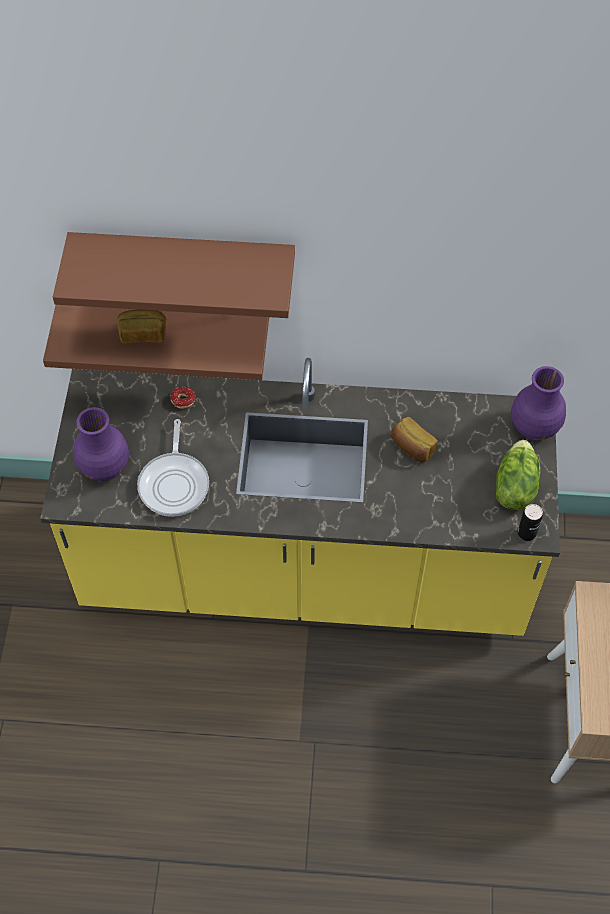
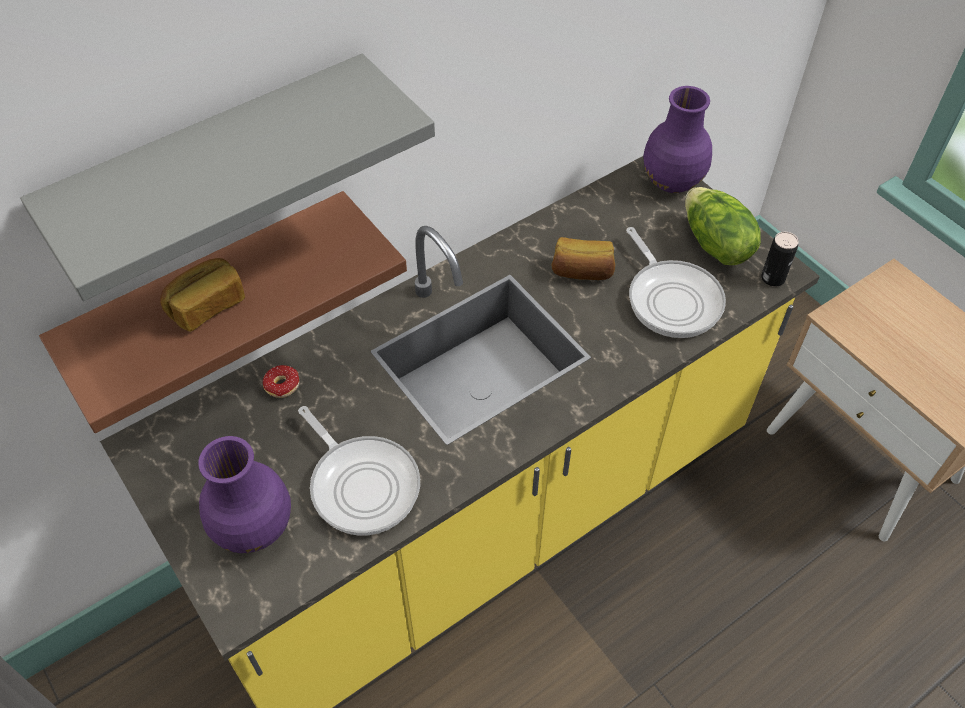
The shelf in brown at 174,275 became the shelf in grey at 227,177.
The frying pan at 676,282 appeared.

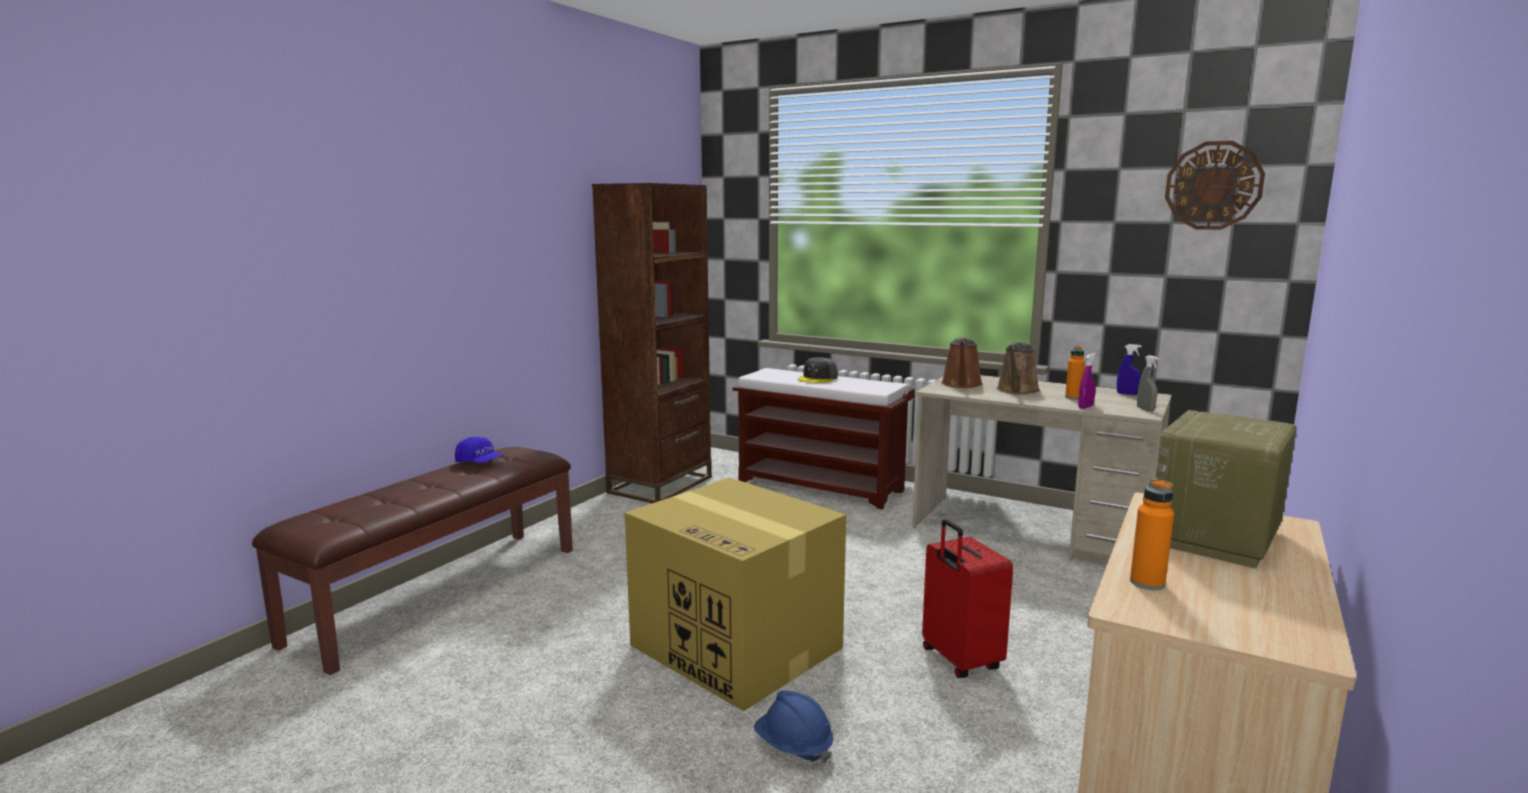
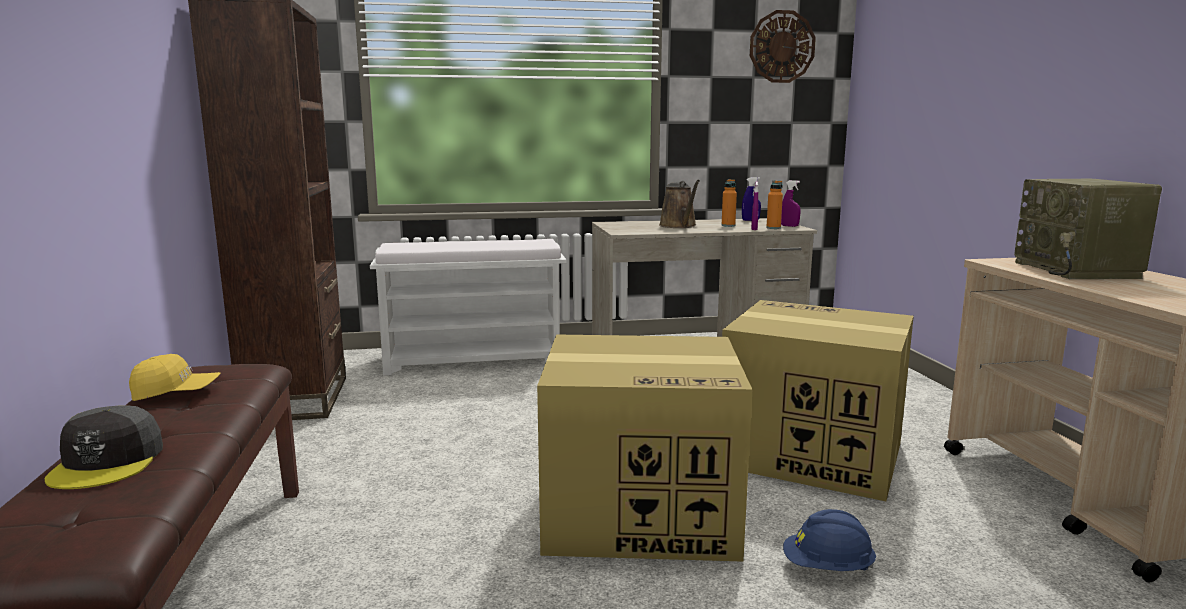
The cap in grey moved from 818,370 to 104,447.
The cap in blue at 479,450 became the cap in yellow at 175,377.
The bench in brown at 824,438 became the bench in white at 468,307.
The suitcase in red at 967,598 was replaced by the cardboard box at 818,400.
The bottle in orange moved from 1152,534 to 774,204.
The spray bottle in grey at 1148,383 became the spray bottle in purple at 791,203.
The watering can in brown at 962,363 disappeared.

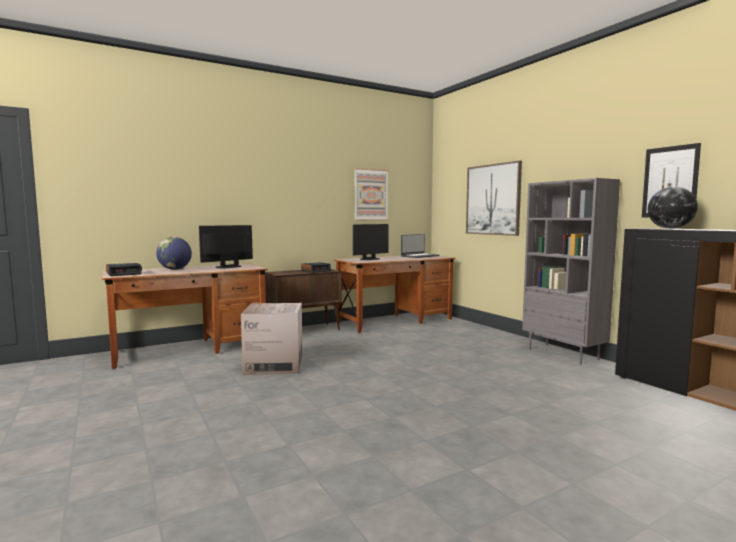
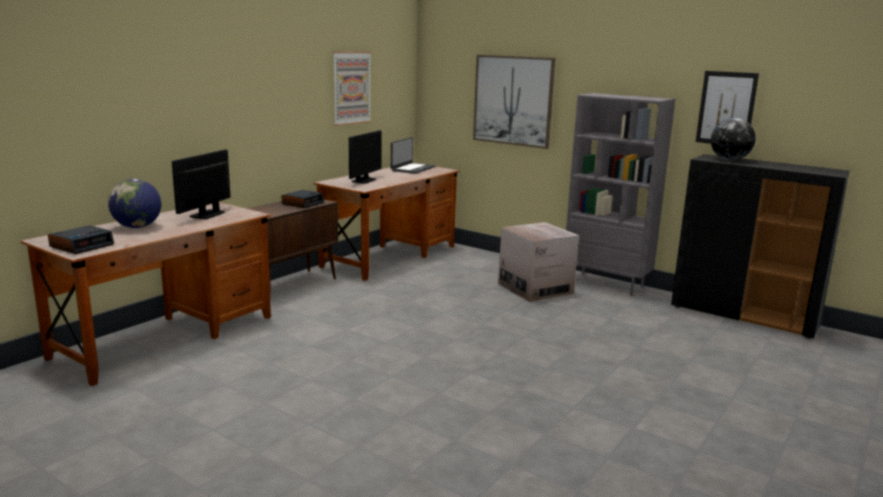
The cardboard box moved from 272,339 to 538,262.

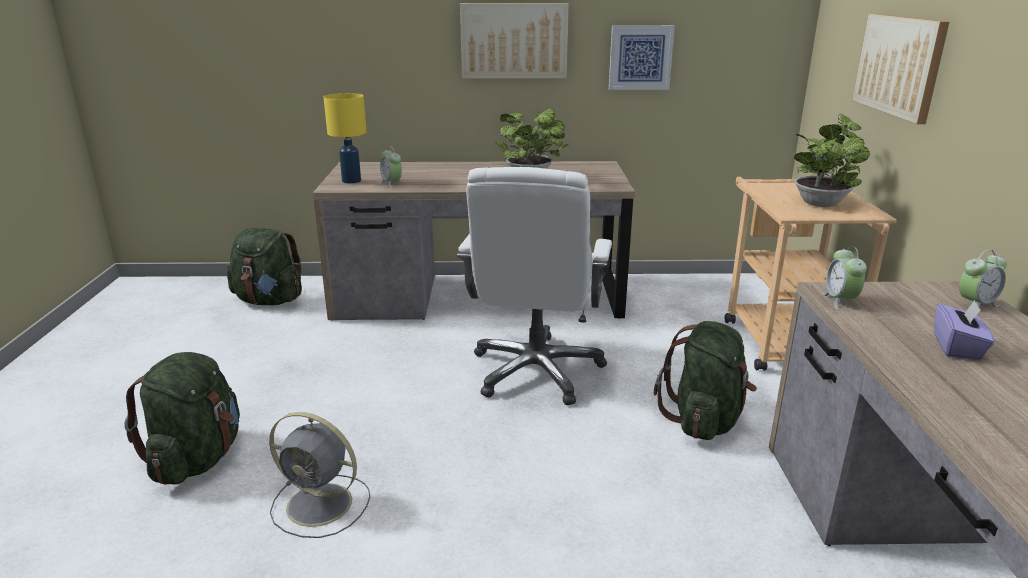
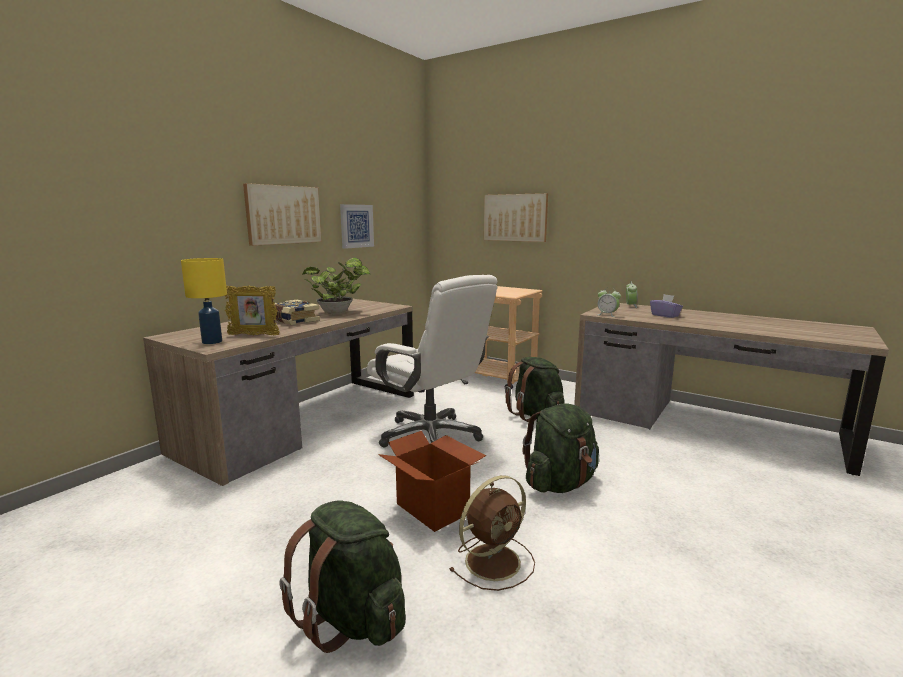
The alarm clock at 391,167 was replaced by the picture frame at 252,310.
The book at 297,312 appeared.
The cardboard box at 432,481 appeared.
The fan in grey at 319,475 became the fan in brown at 492,533.
The backpack in green moved from 264,266 to 561,448.
The potted plant at 831,160 disappeared.

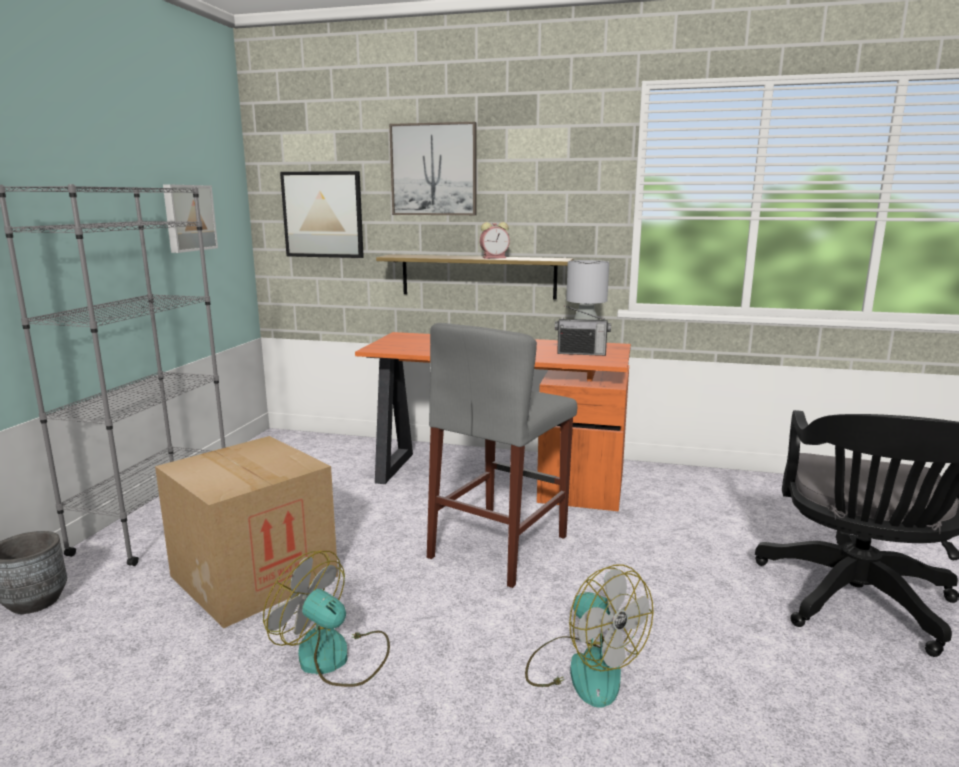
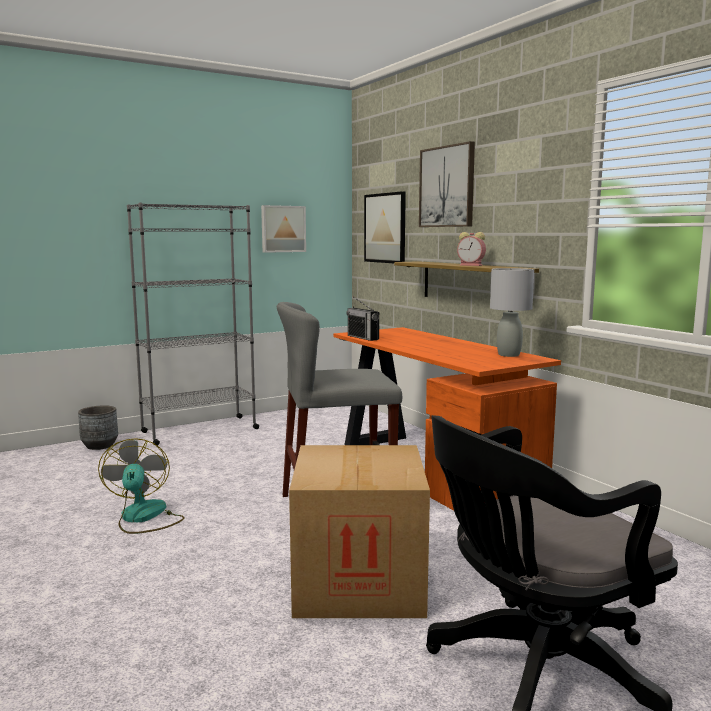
The cardboard box moved from 246,532 to 359,531.
The radio moved from 583,330 to 362,318.
The fan at 589,636 disappeared.

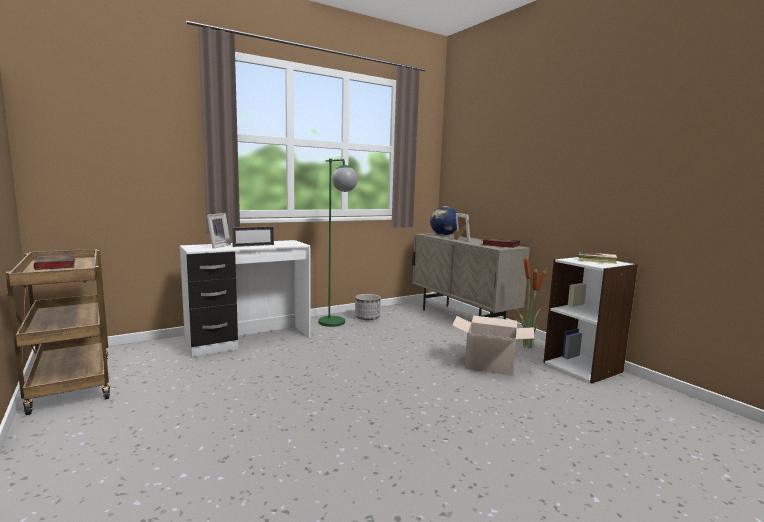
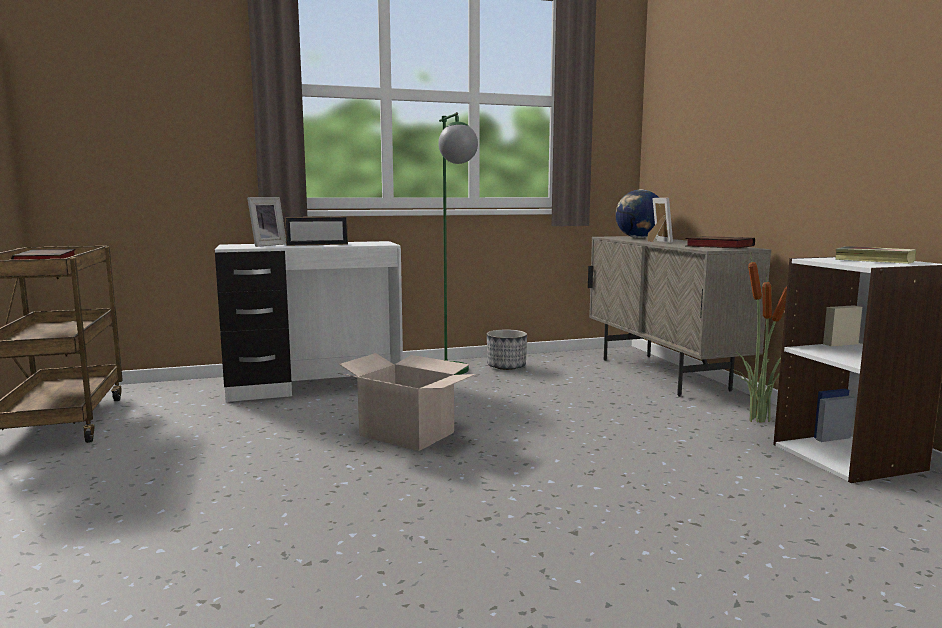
The cardboard box moved from 493,346 to 407,402.

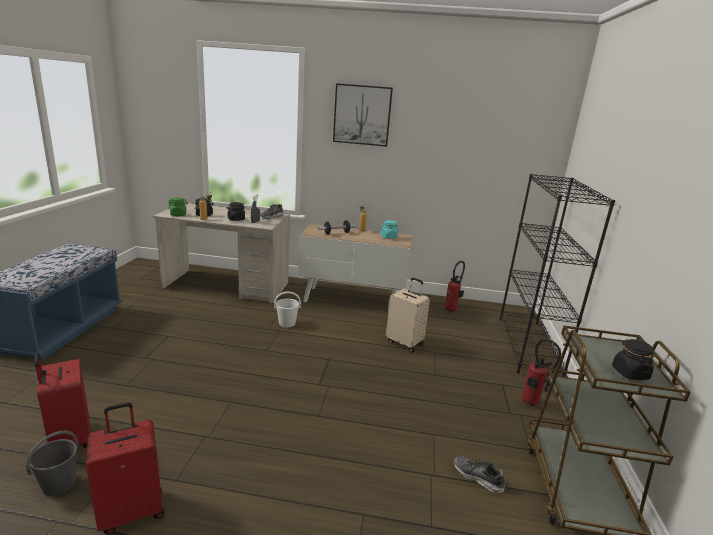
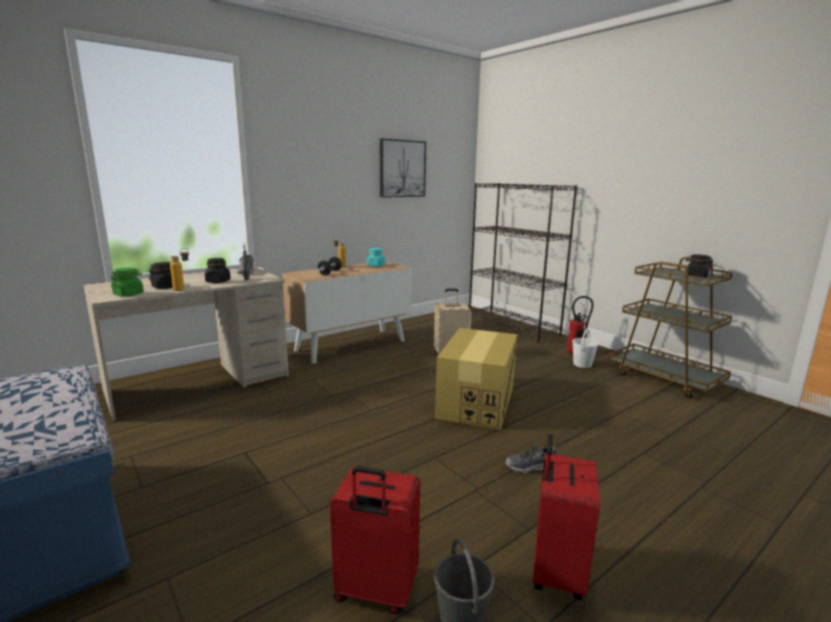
The picture moved from 363,115 to 403,167.
The cardboard box at 476,379 appeared.
The shoe moved from 479,474 to 531,459.
The bucket in white moved from 287,309 to 585,348.
The fire extinguisher at 455,286 disappeared.

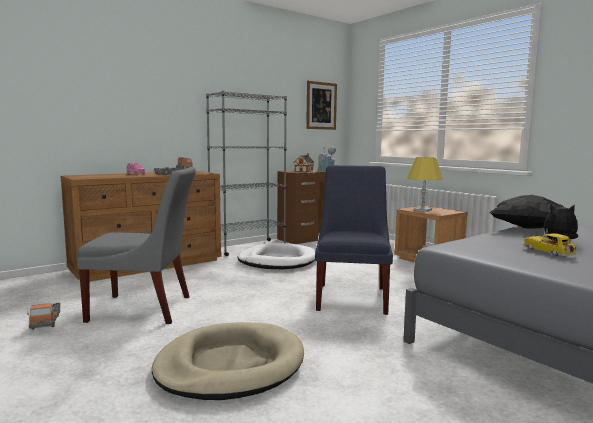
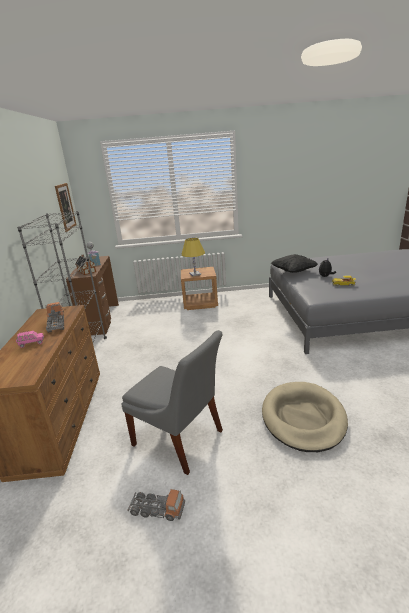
The chair in grey at 136,245 turned 90 degrees clockwise.
The dog bed in white at 277,256 disappeared.
The chair in blue at 354,240 disappeared.

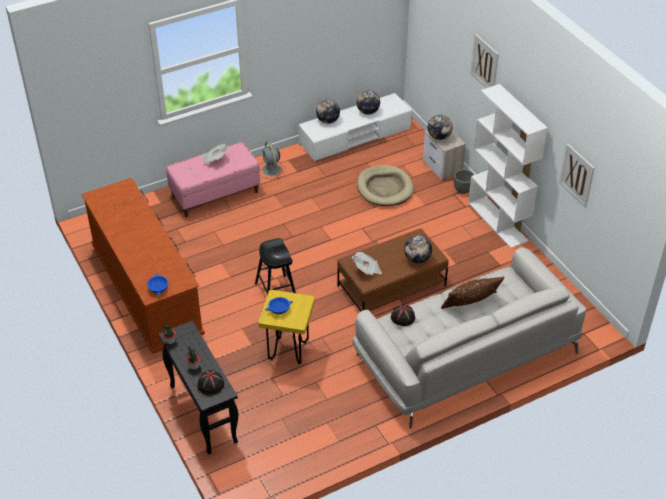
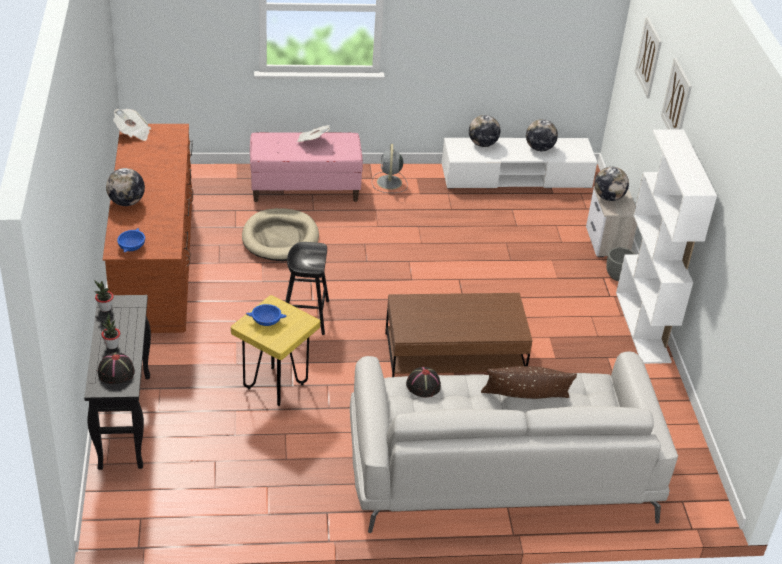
The globe moved from 418,249 to 125,187.
The newspaper moved from 367,263 to 132,125.
The dog bed in beige moved from 385,185 to 280,234.
The picture moved from 576,176 to 648,57.

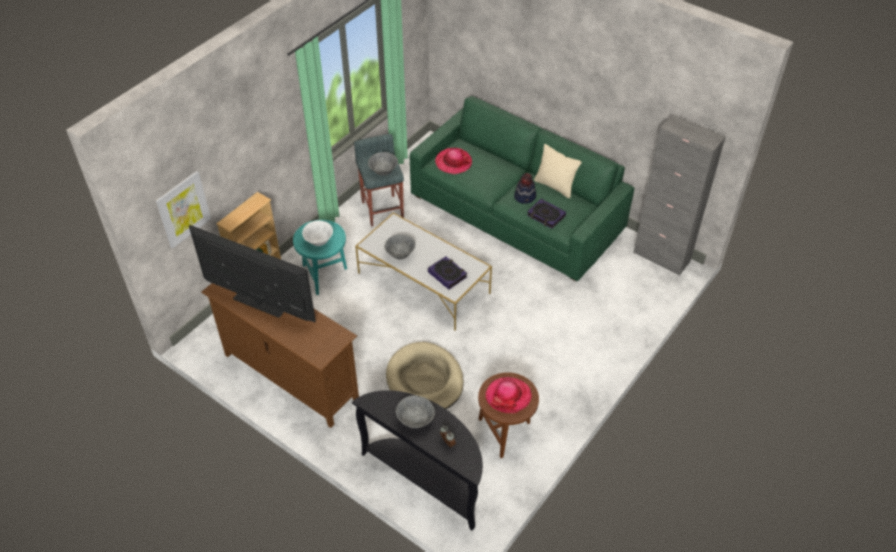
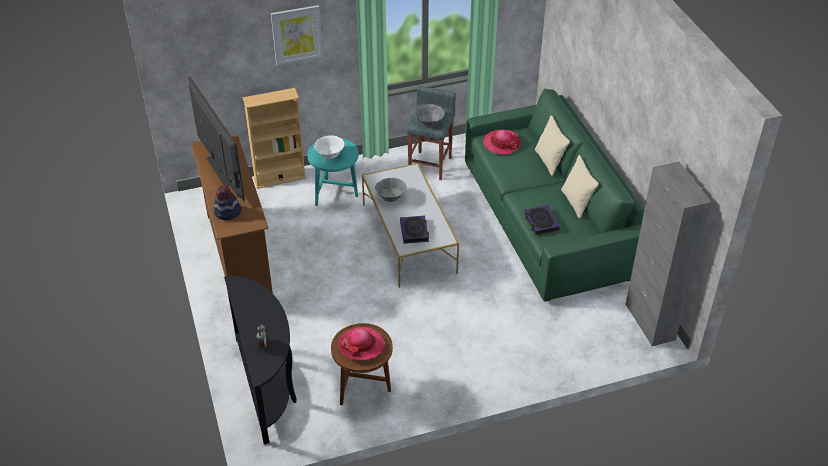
The hat moved from 525,188 to 228,202.
The picture moved from 183,210 to 297,35.
The pillow in beige at 552,145 appeared.
The dog bed in beige at 425,375 disappeared.
The bowl in grey at 415,411 disappeared.

